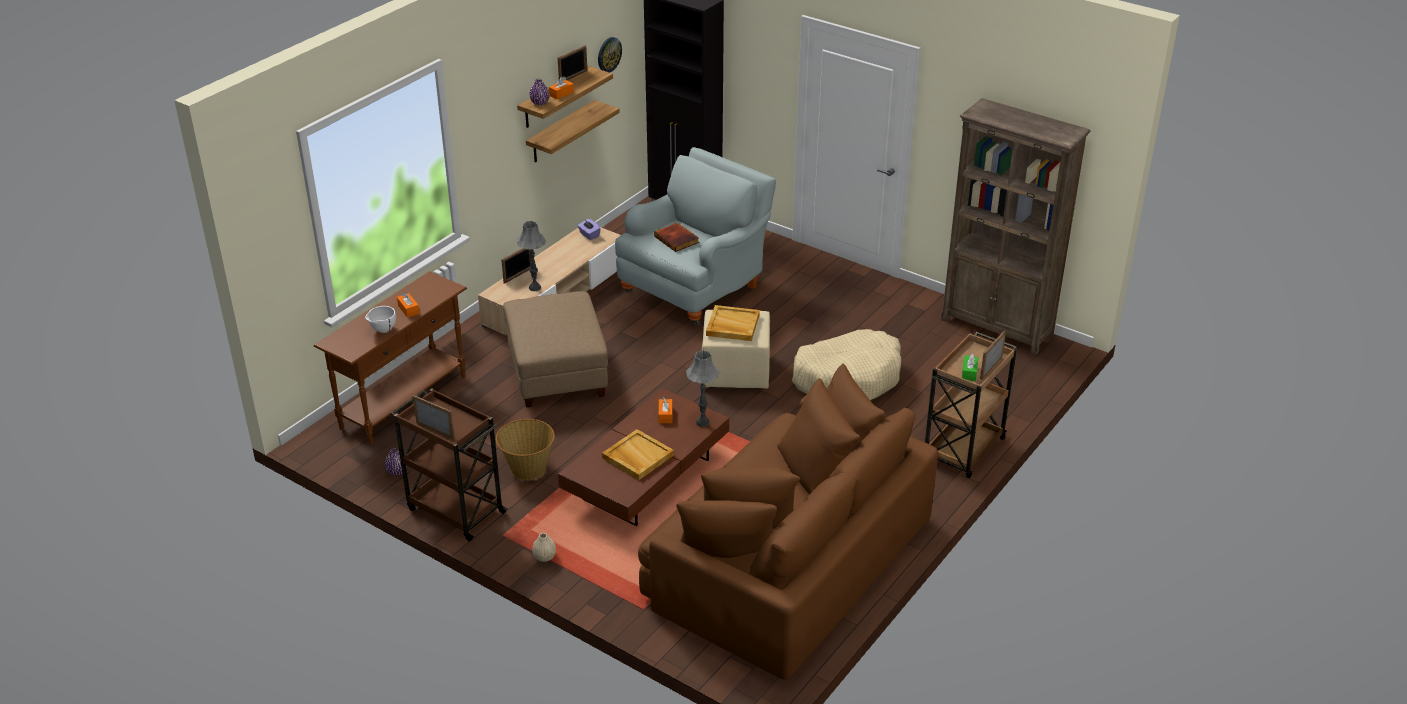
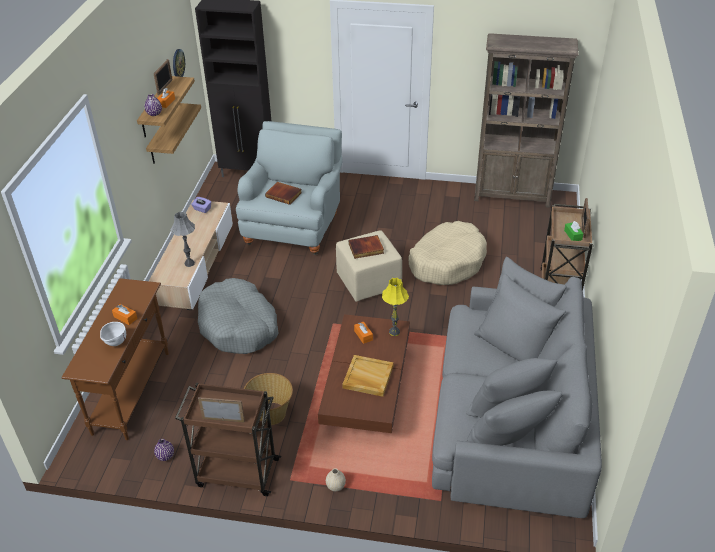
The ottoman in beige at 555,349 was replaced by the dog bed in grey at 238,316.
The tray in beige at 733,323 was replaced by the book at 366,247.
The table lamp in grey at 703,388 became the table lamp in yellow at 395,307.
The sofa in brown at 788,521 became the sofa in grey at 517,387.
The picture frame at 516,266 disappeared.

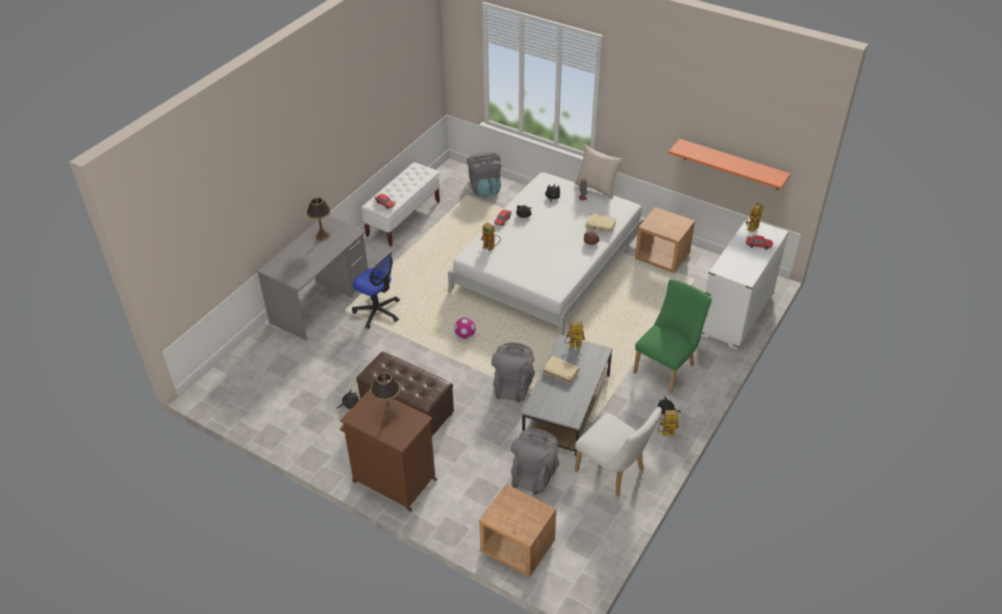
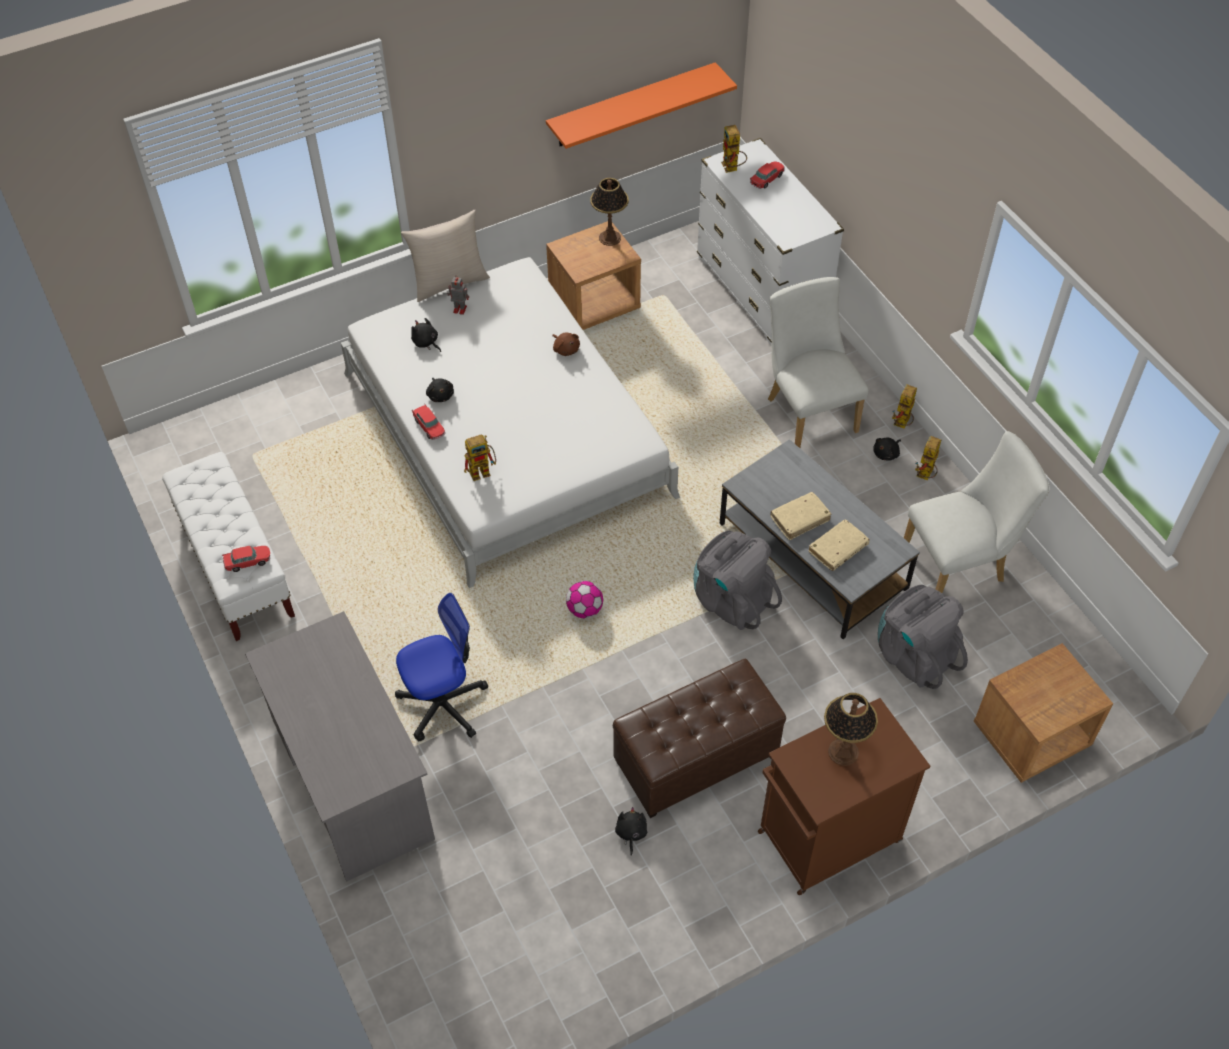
The table lamp moved from 318,219 to 609,212.
The chair in green at 672,336 became the chair in white at 818,362.
The book in beige moved from 601,223 to 839,545.
The toy robot moved from 575,334 to 904,406.
The backpack in grey at 484,174 disappeared.

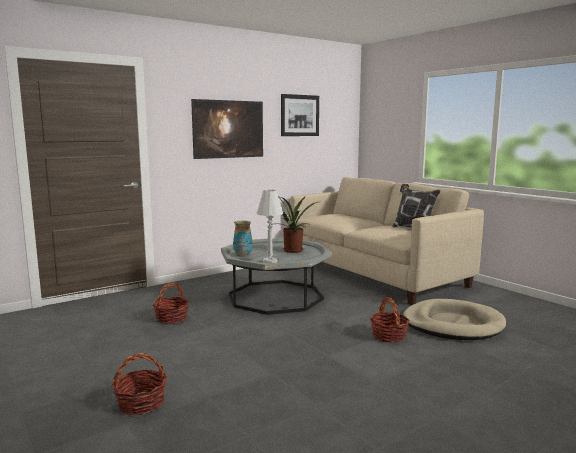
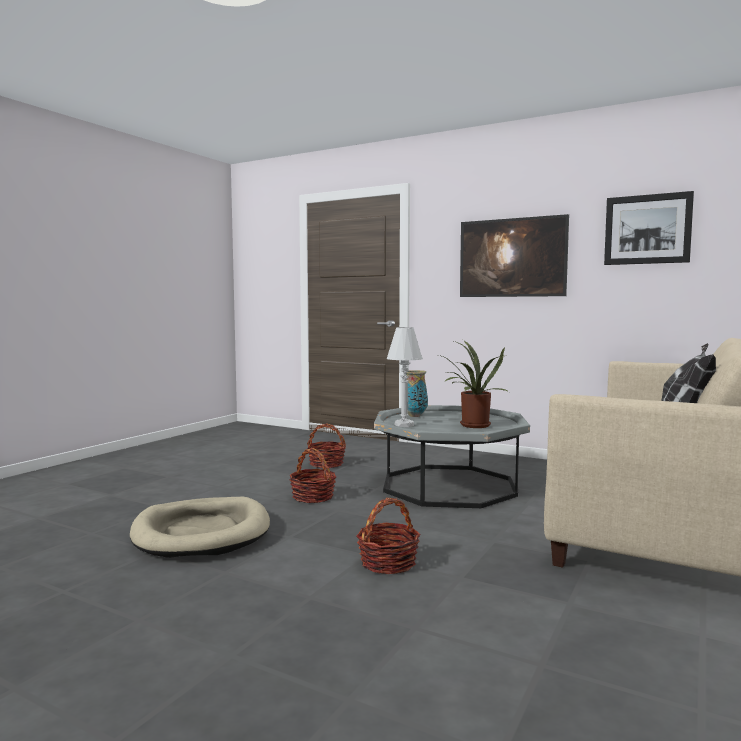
The dog bed in beige moved from 454,319 to 200,527.
The basket moved from 139,384 to 313,475.

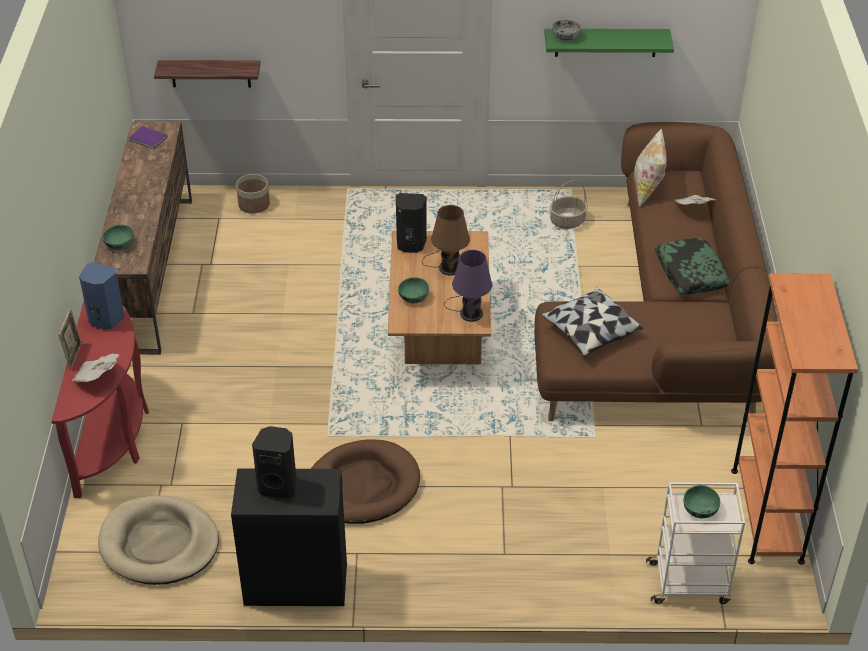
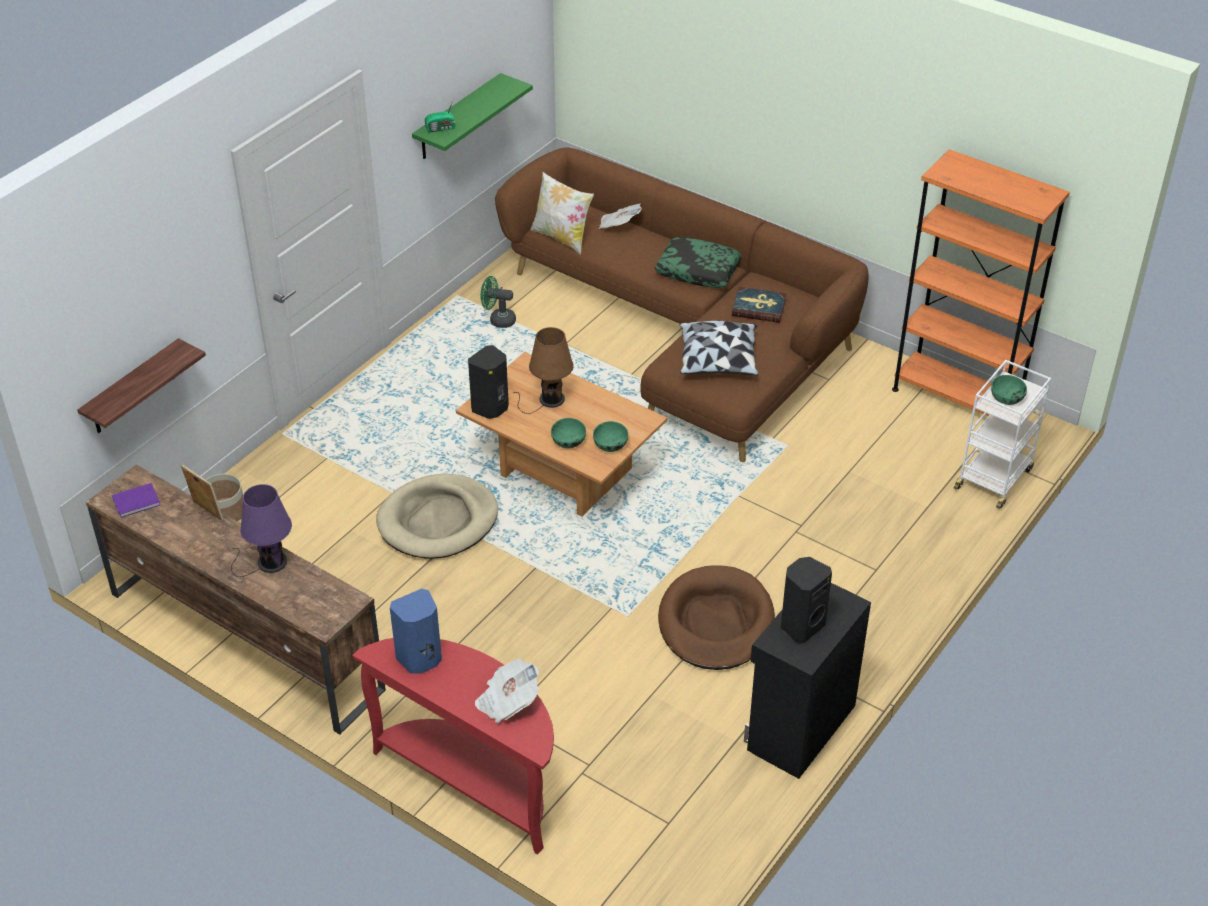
The picture frame moved from 70,339 to 202,492.
The table lamp in purple moved from 468,286 to 261,530.
The dog bed in beige moved from 158,540 to 437,516.
The bowl in grey at 566,30 was replaced by the radio at 440,115.
The basket at 569,204 was replaced by the fan in green at 498,302.
The bowl in green moved from 118,237 to 610,436.
The book at 759,305 appeared.

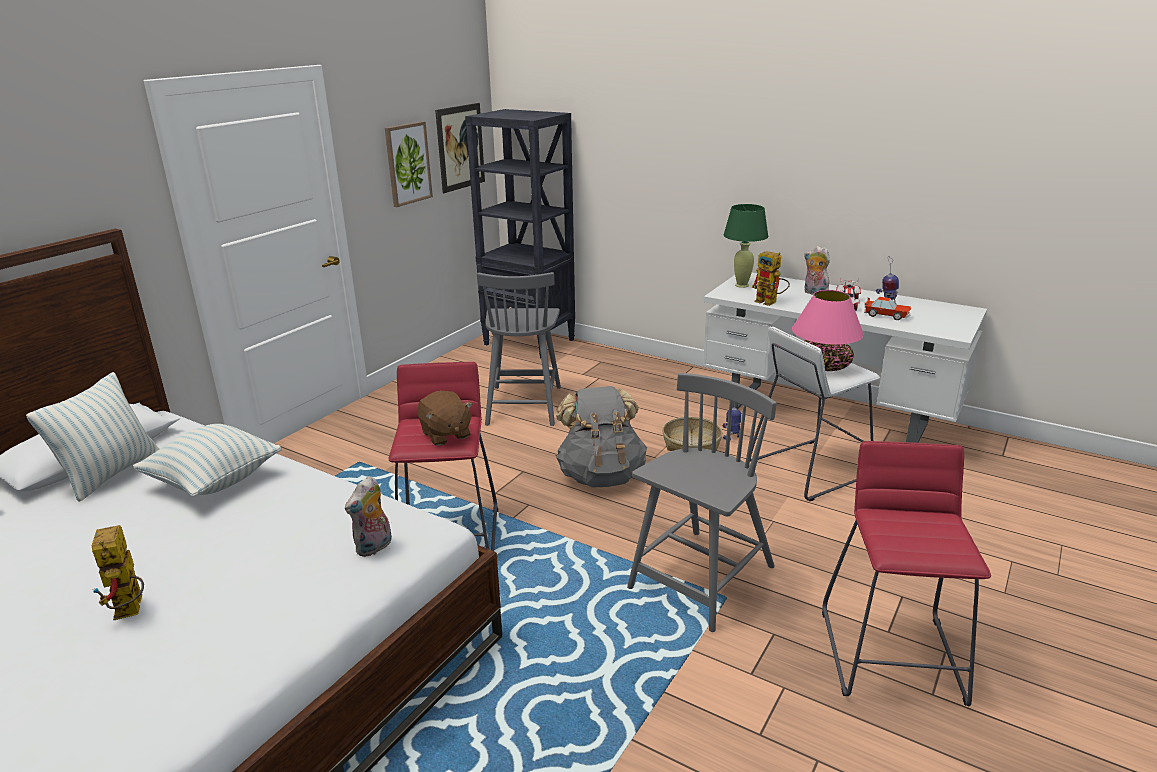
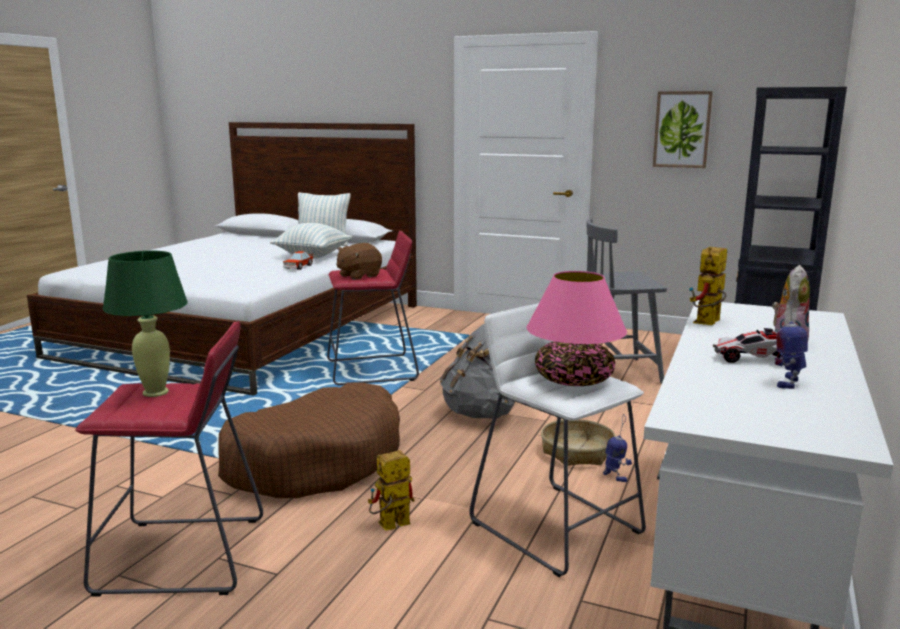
The table lamp in green moved from 745,246 to 145,324.
The chair in grey at 702,502 was replaced by the dog bed in brown at 309,440.
The toy car moved from 887,308 to 298,260.
The toy robot moved from 118,572 to 391,490.
The plush toy at 368,516 disappeared.
The picture at 460,148 disappeared.

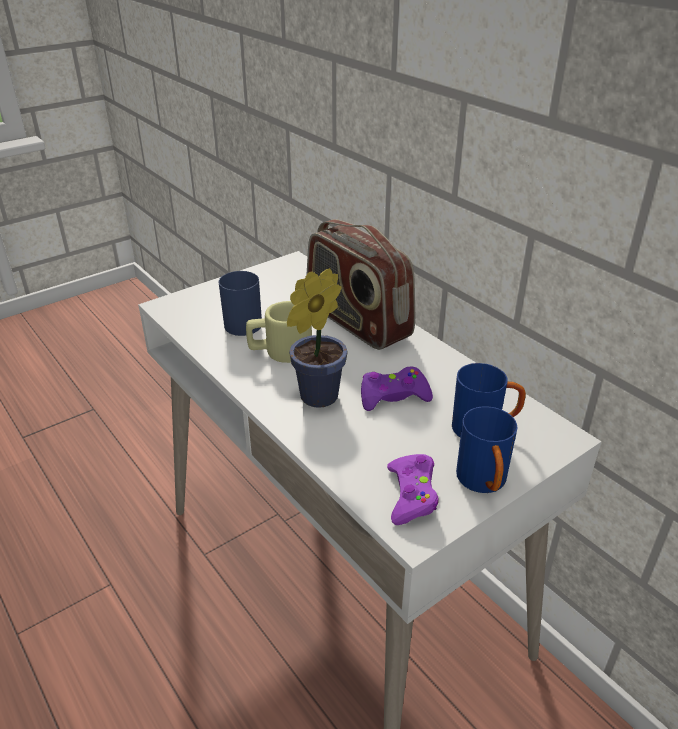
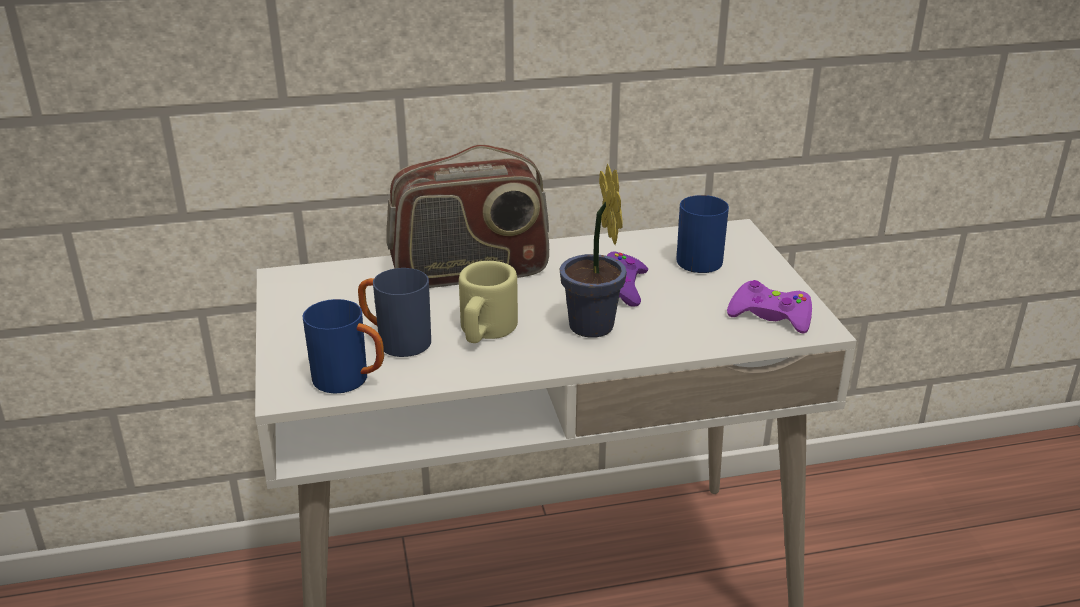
The mug in blue moved from 487,449 to 343,346.

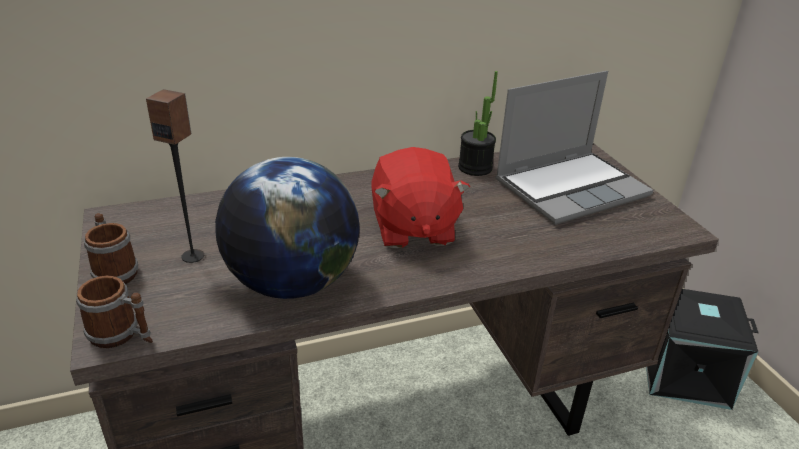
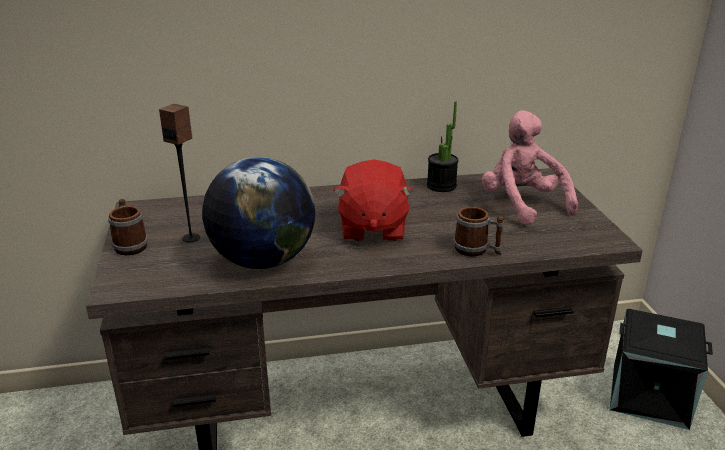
The mug moved from 114,312 to 478,231.
The laptop at 574,148 was replaced by the plush toy in pink at 530,167.

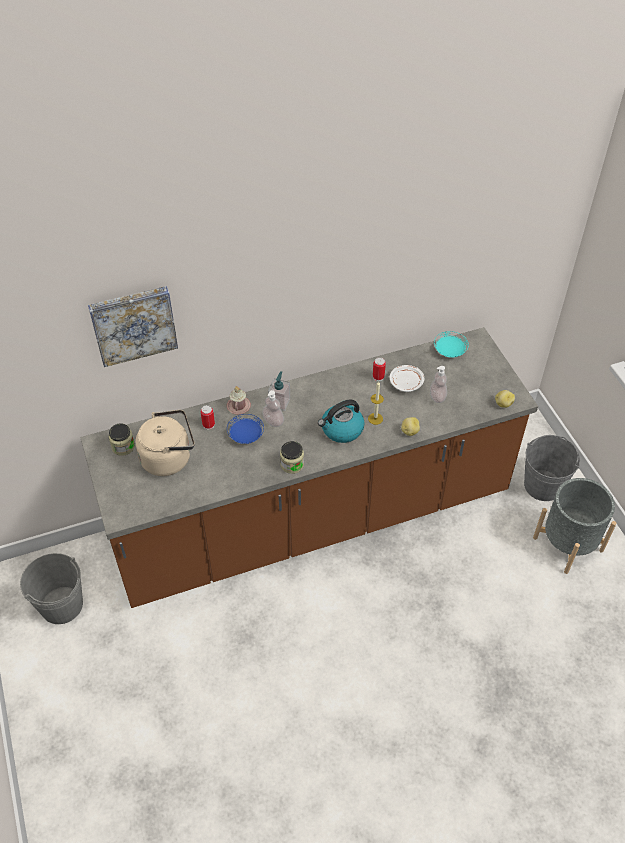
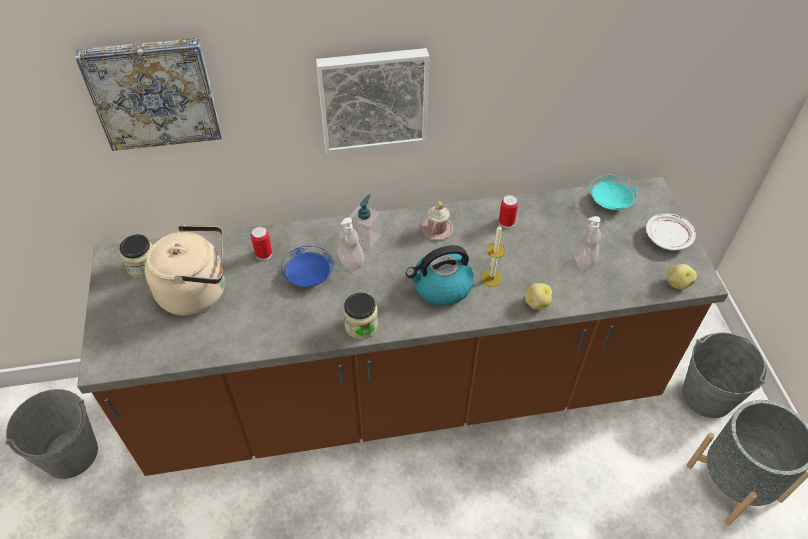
The picture at 372,100 appeared.
The mug in pink moved from 239,400 to 438,220.
The plate in white moved from 407,378 to 671,232.

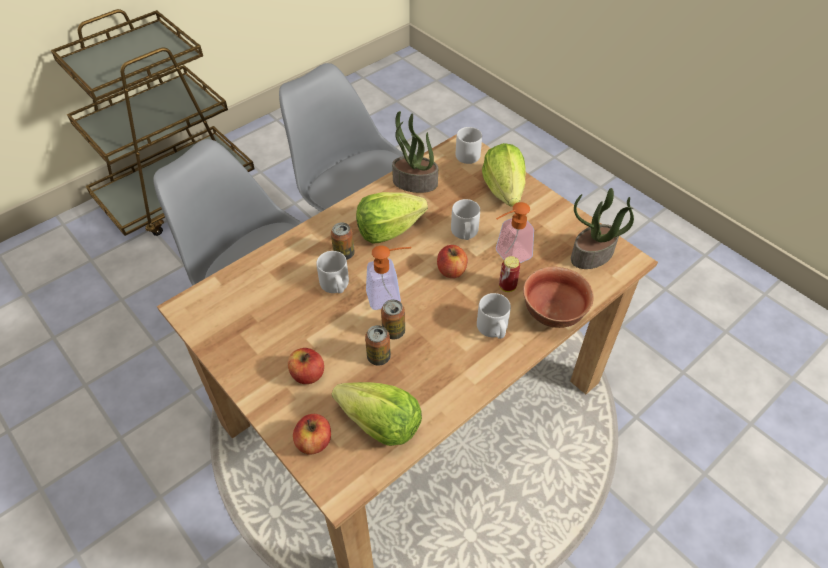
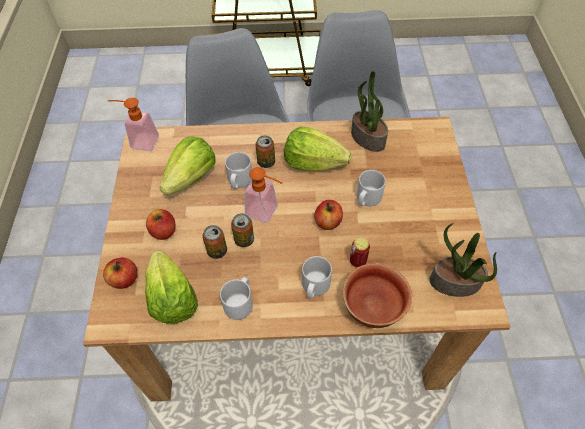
The soap dispenser moved from 515,232 to 133,124.
The lettuce moved from 504,175 to 187,166.
The mug in grey moved from 469,145 to 236,298.

